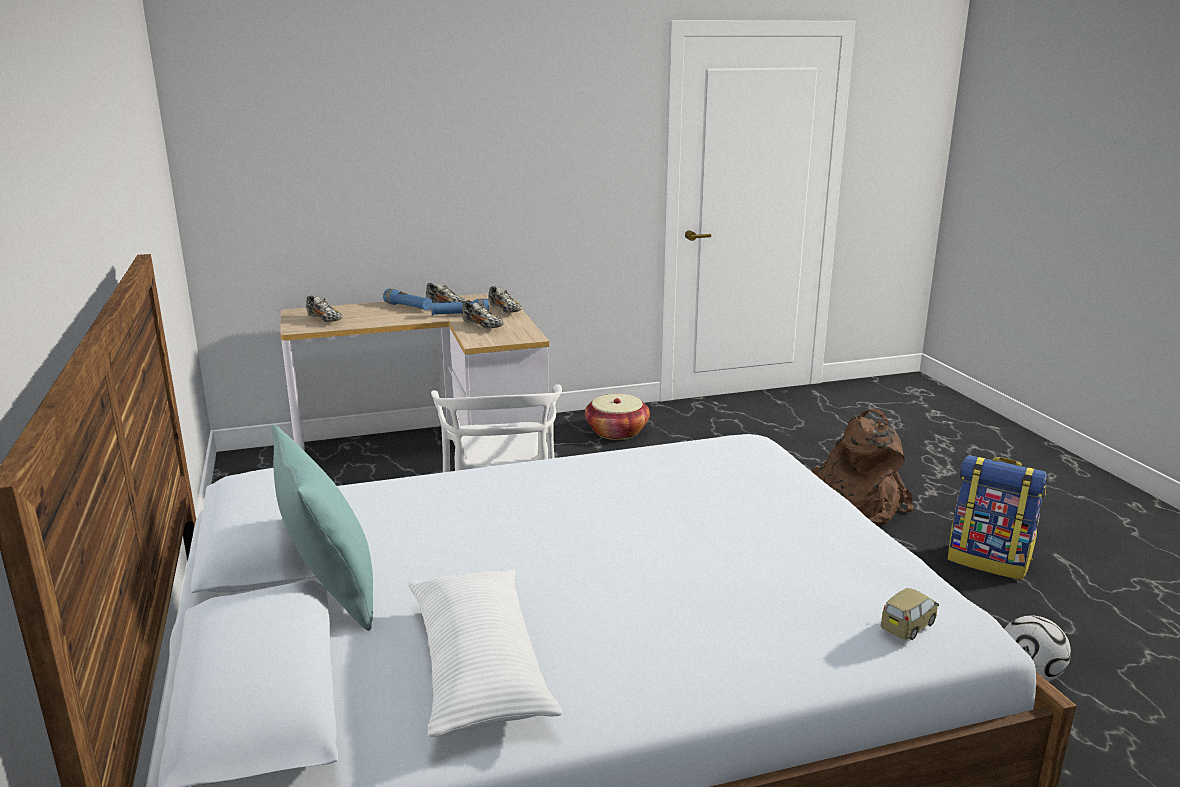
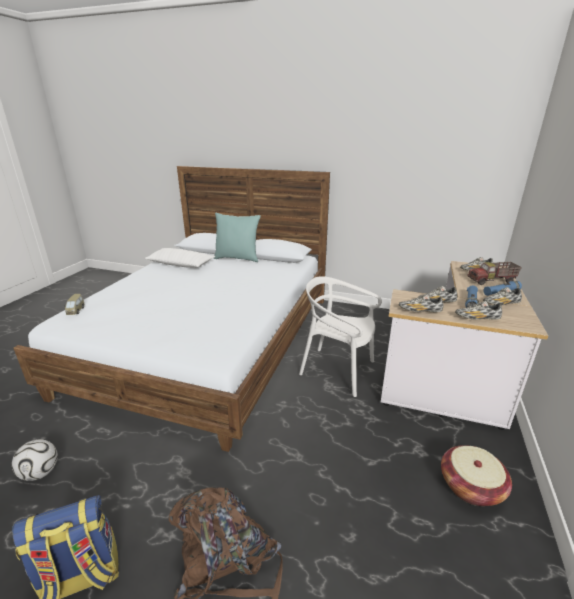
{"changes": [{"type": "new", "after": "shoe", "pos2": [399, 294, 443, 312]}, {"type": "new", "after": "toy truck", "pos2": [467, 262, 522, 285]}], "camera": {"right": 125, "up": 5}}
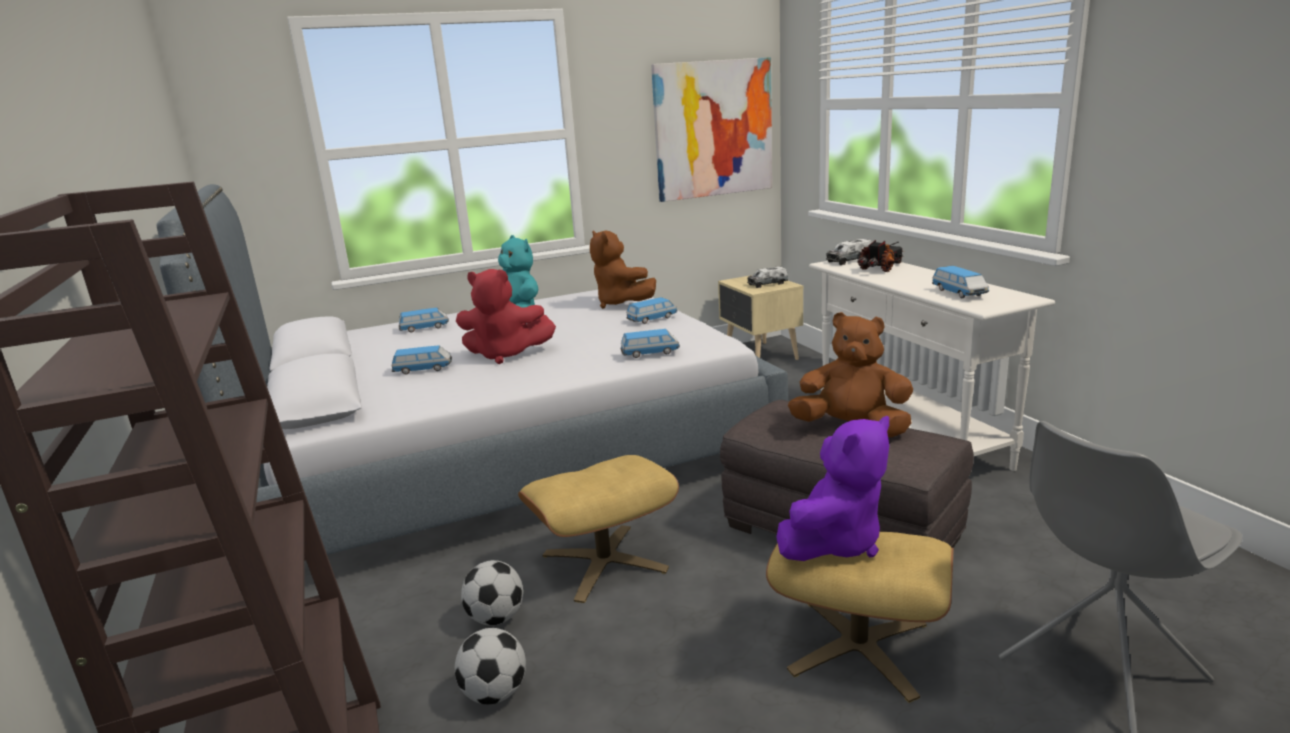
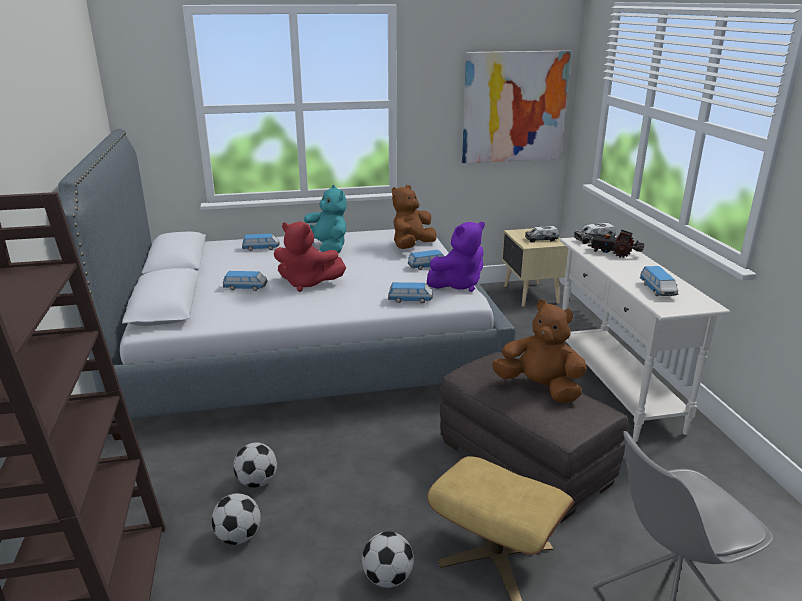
{"changes": [{"type": "gone", "before": "ottoman/beige", "pos1": [518, 455, 679, 603]}, {"type": "rotated", "before": "plush toy/brown", "pos1": [590, 230, 656, 309], "pos2": [392, 185, 437, 249], "turn": 60}, {"type": "shifted", "before": "plush toy/purple", "pos1": [776, 416, 889, 561], "pos2": [427, 222, 485, 292]}, {"type": "rotated", "before": "toy truck", "pos1": [857, 240, 904, 272], "pos2": [585, 230, 644, 258], "turn": -120}, {"type": "new", "after": "football", "pos2": [362, 532, 414, 588]}], "camera": {"right": 10, "up": 5}}
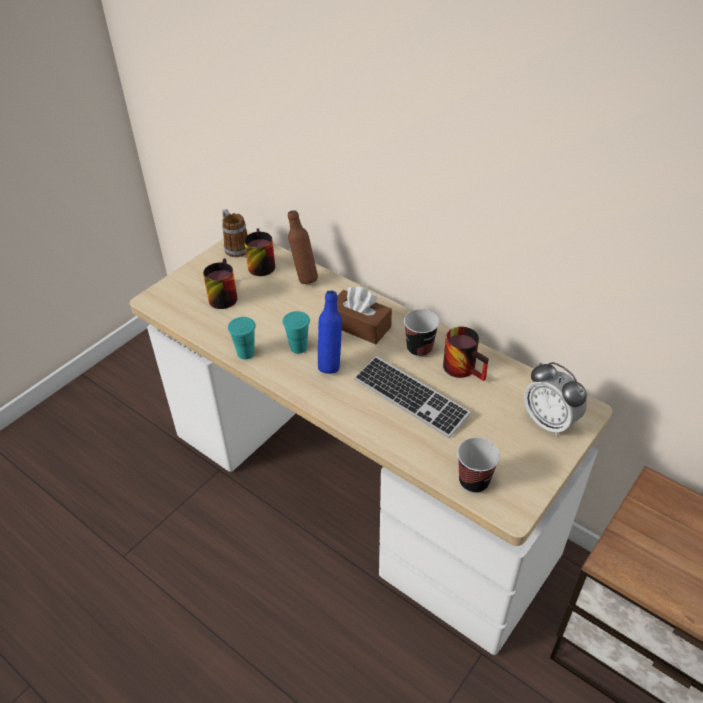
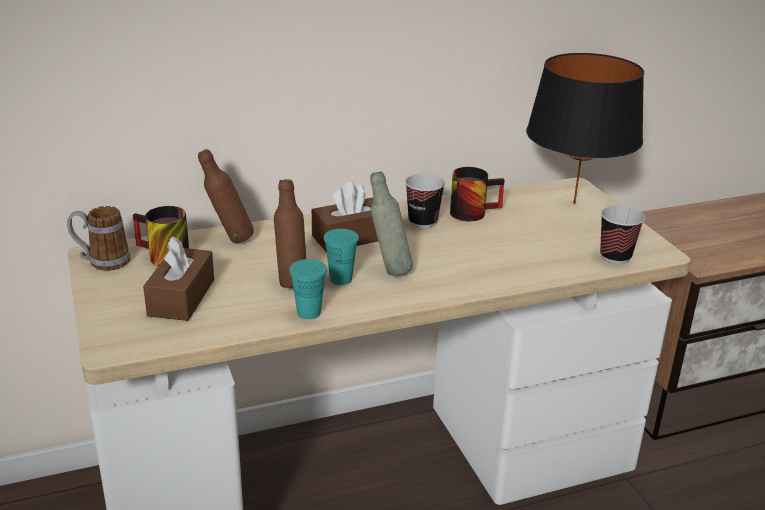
{"changes": [{"type": "swapped", "before": "mug", "after": "tissue box/brown", "pos1": [203, 258, 237, 309], "pos2": [143, 237, 214, 321]}, {"type": "repainted", "before": "bottle/blue", "after": "bottle/grey", "pos1": [318, 290, 342, 374], "pos2": [370, 172, 413, 276]}, {"type": "gone", "before": "keyboard", "pos1": [354, 356, 471, 438]}, {"type": "swapped", "before": "alarm clock", "after": "table lamp/black", "pos1": [524, 362, 587, 437], "pos2": [526, 53, 644, 204]}, {"type": "new", "after": "bottle/brown", "pos2": [274, 179, 306, 288]}], "camera": {"right": -60, "up": -15}}
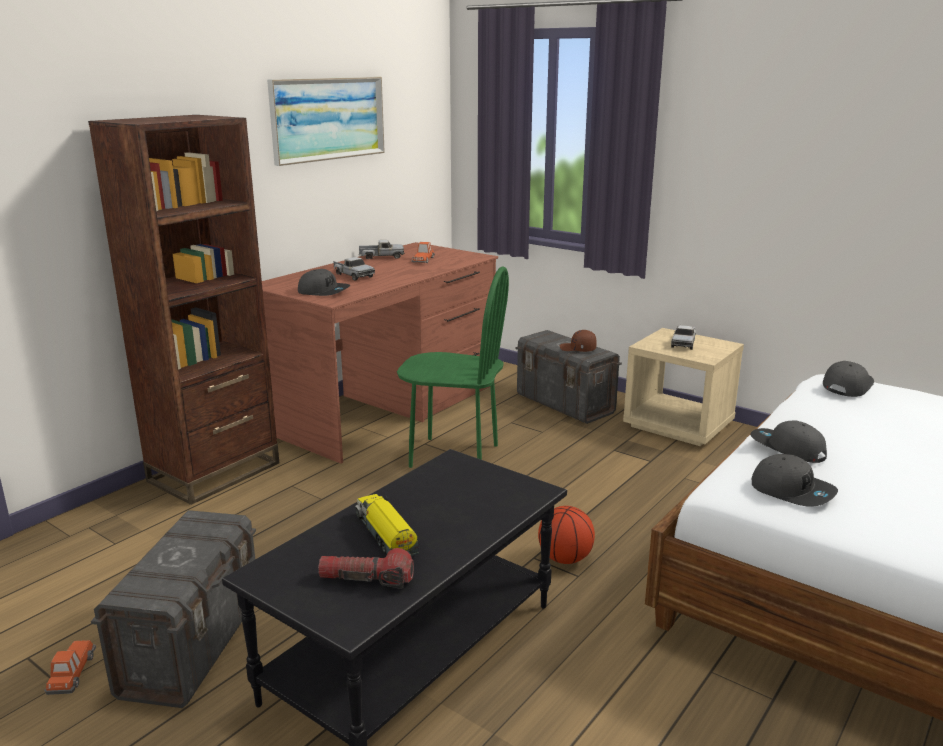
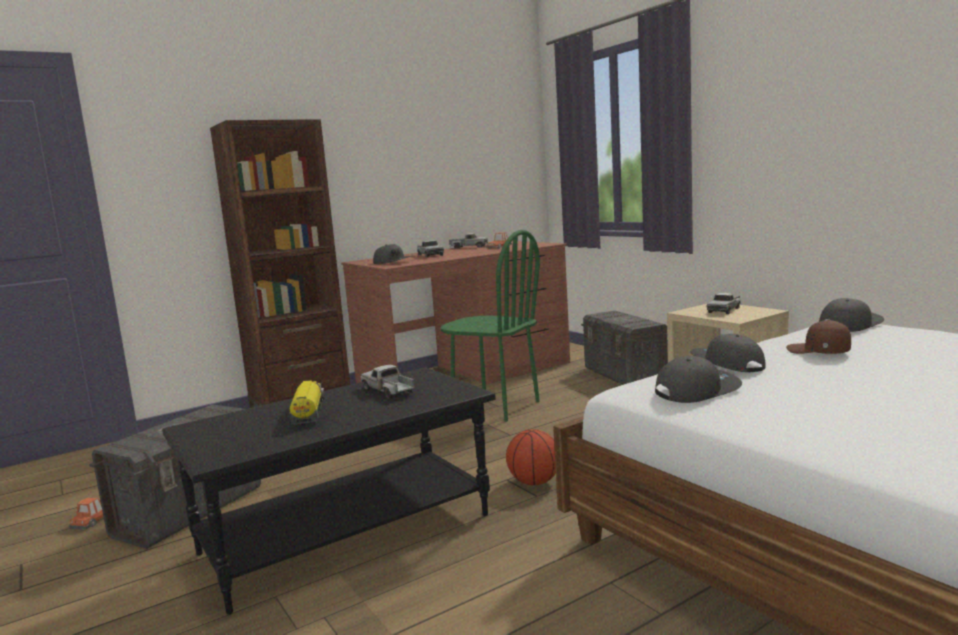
{"changes": [{"type": "gone", "before": "picture", "pos1": [267, 77, 385, 166]}, {"type": "gone", "before": "flashlight", "pos1": [318, 548, 414, 589]}, {"type": "shifted", "before": "cap/brown", "pos1": [560, 330, 597, 352], "pos2": [786, 320, 851, 354]}, {"type": "rotated", "before": "cap/grey", "pos1": [752, 454, 838, 507], "pos2": [655, 356, 742, 403], "turn": -90}, {"type": "new", "after": "toy truck", "pos2": [360, 365, 414, 398]}], "camera": {"right": 20, "up": -10}}
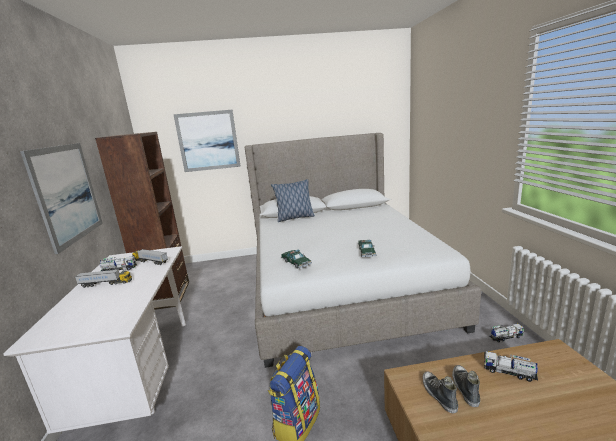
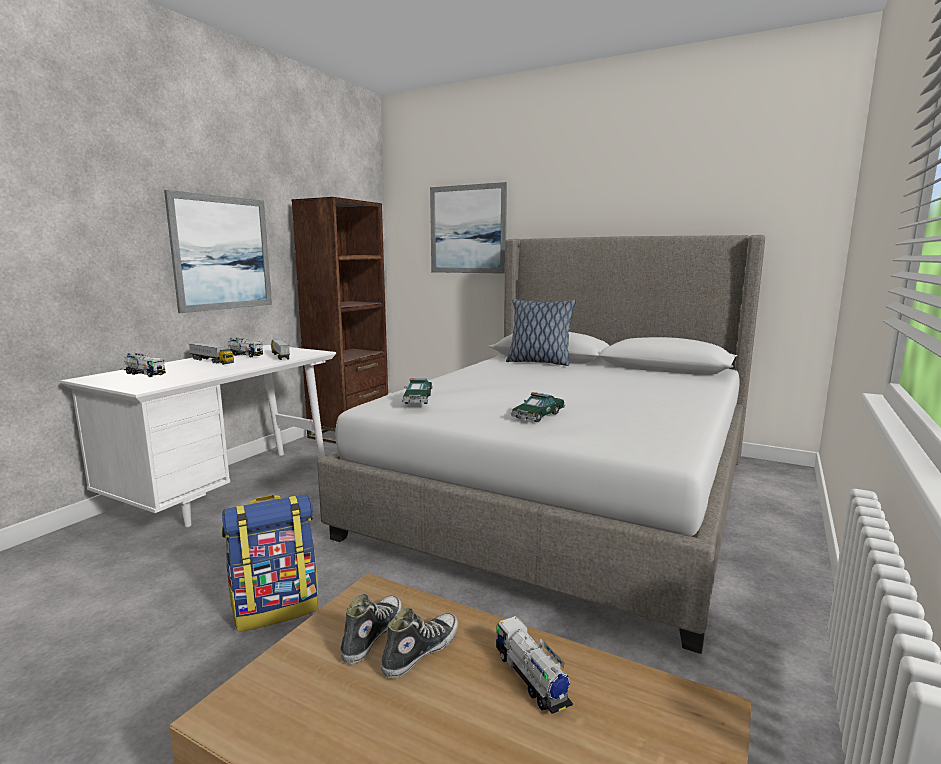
{"changes": [{"type": "shifted", "before": "toy truck", "pos1": [489, 323, 524, 342], "pos2": [124, 353, 166, 377]}], "camera": {"right": 35, "up": -5}}
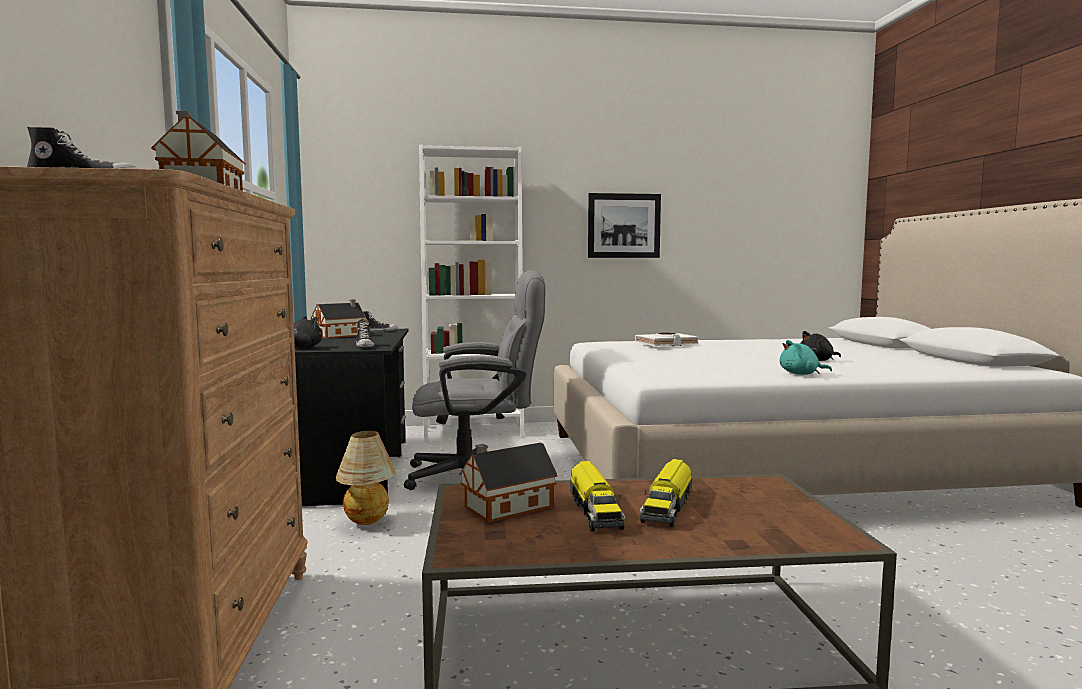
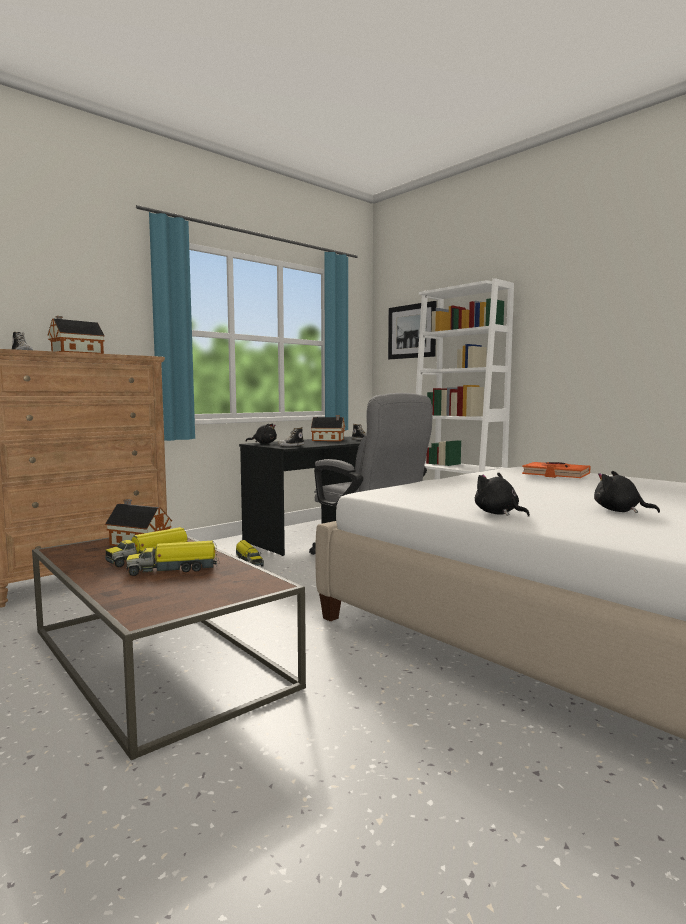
{"changes": [{"type": "swapped", "before": "table lamp", "after": "toy truck", "pos1": [336, 431, 396, 525], "pos2": [236, 540, 264, 567]}, {"type": "shifted", "before": "picture", "pos1": [588, 193, 661, 258], "pos2": [388, 301, 436, 359]}, {"type": "repainted", "before": "book/white", "after": "book/orange", "pos1": [635, 333, 699, 346], "pos2": [522, 462, 591, 478]}, {"type": "repainted", "before": "plush toy/turquoise", "after": "plush toy/black", "pos1": [780, 340, 832, 375], "pos2": [475, 472, 530, 517]}], "camera": {"right": 55, "up": 0}}
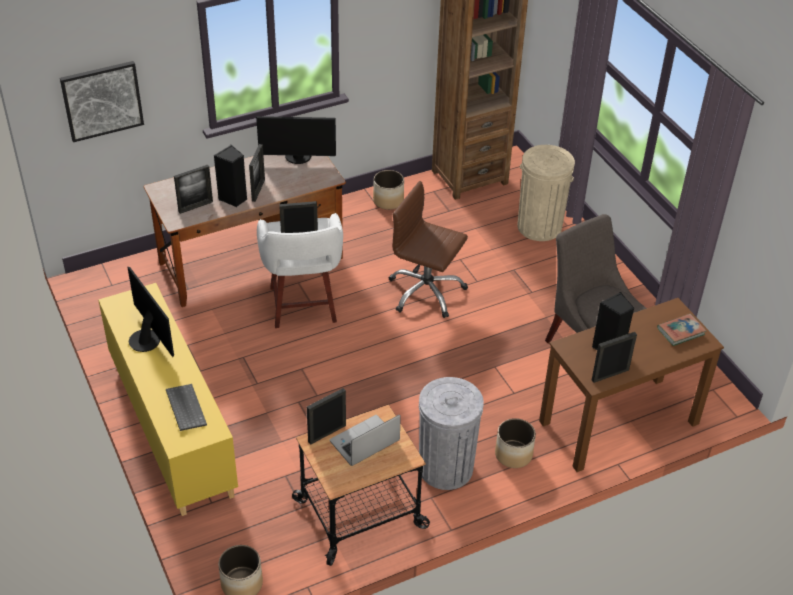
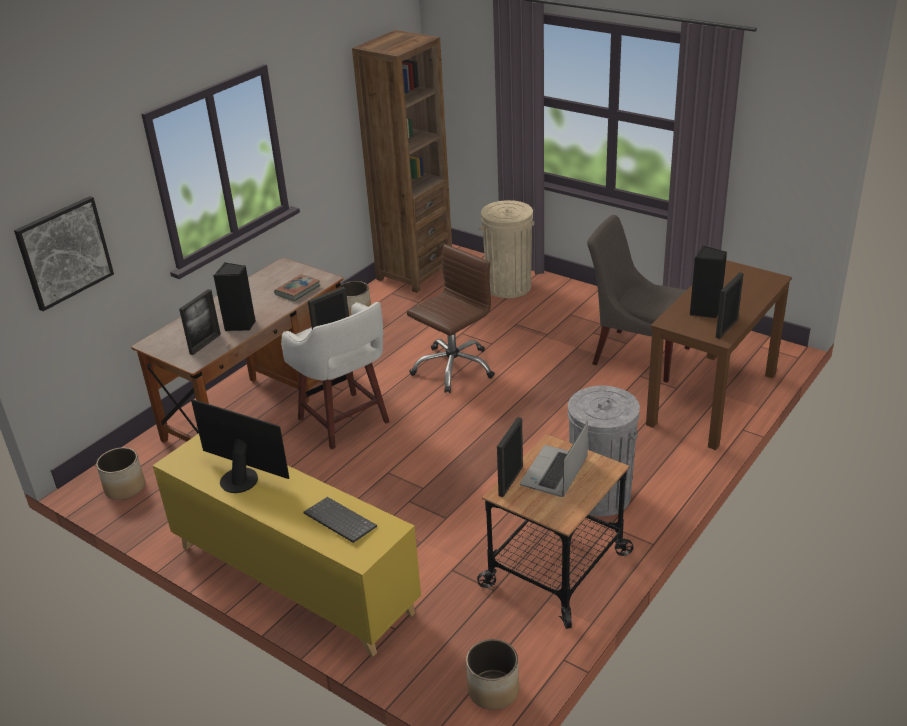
{"changes": [{"type": "gone", "before": "picture frame", "pos1": [249, 144, 265, 202]}, {"type": "gone", "before": "monitor", "pos1": [256, 116, 336, 164]}, {"type": "rotated", "before": "office chair/brown", "pos1": [389, 181, 468, 318], "pos2": [407, 244, 495, 393], "turn": 135}, {"type": "shifted", "before": "planter", "pos1": [495, 418, 536, 468], "pos2": [96, 447, 145, 500]}, {"type": "shifted", "before": "book", "pos1": [657, 314, 706, 346], "pos2": [274, 274, 320, 301]}], "camera": {"right": -25, "up": -10}}
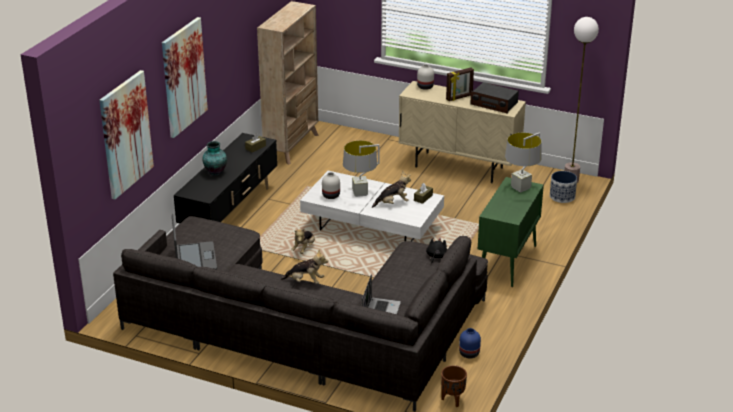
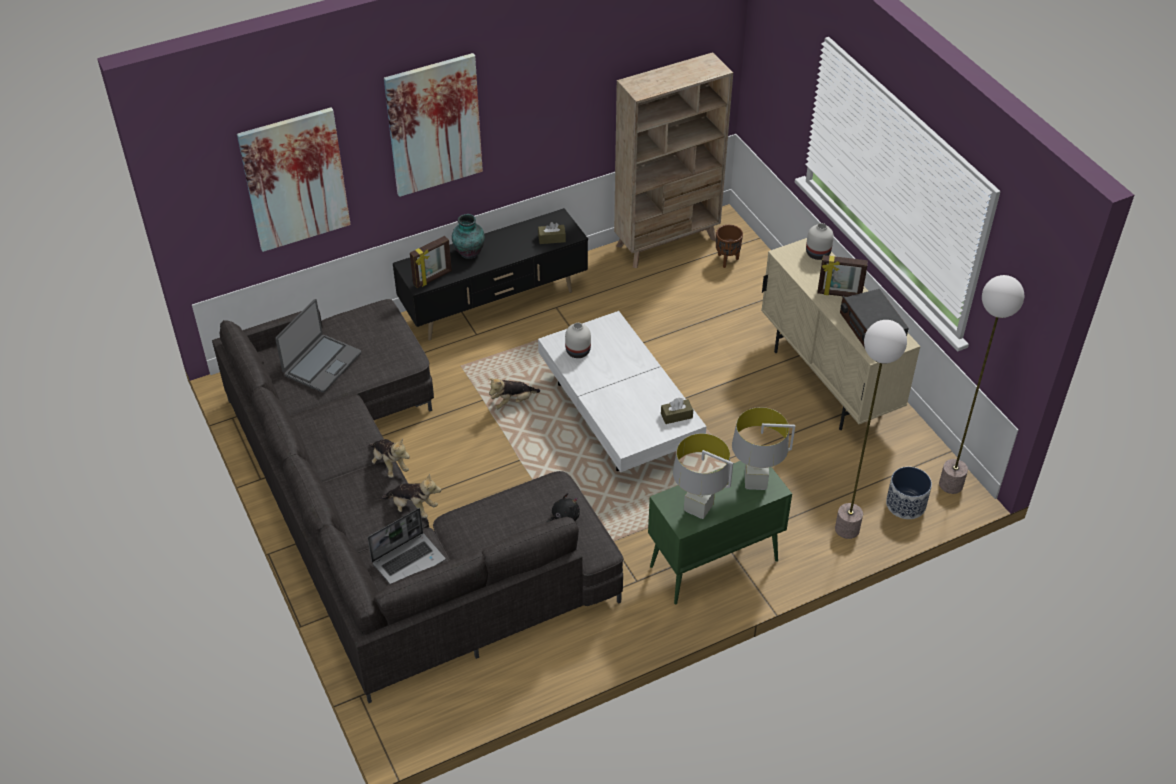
{"changes": [{"type": "shifted", "before": "table lamp/grey", "pos1": [343, 140, 379, 197], "pos2": [673, 433, 733, 519]}, {"type": "shifted", "before": "plush toy", "pos1": [372, 171, 411, 208], "pos2": [380, 473, 442, 518]}, {"type": "shifted", "before": "planter/brown", "pos1": [441, 365, 467, 407], "pos2": [716, 225, 743, 268]}, {"type": "gone", "before": "vase/blue", "pos1": [459, 328, 481, 359]}, {"type": "new", "after": "picture frame", "pos2": [410, 236, 452, 288]}, {"type": "new", "after": "floor lamp", "pos2": [835, 320, 907, 539]}], "camera": {"right": 40, "up": 15}}
